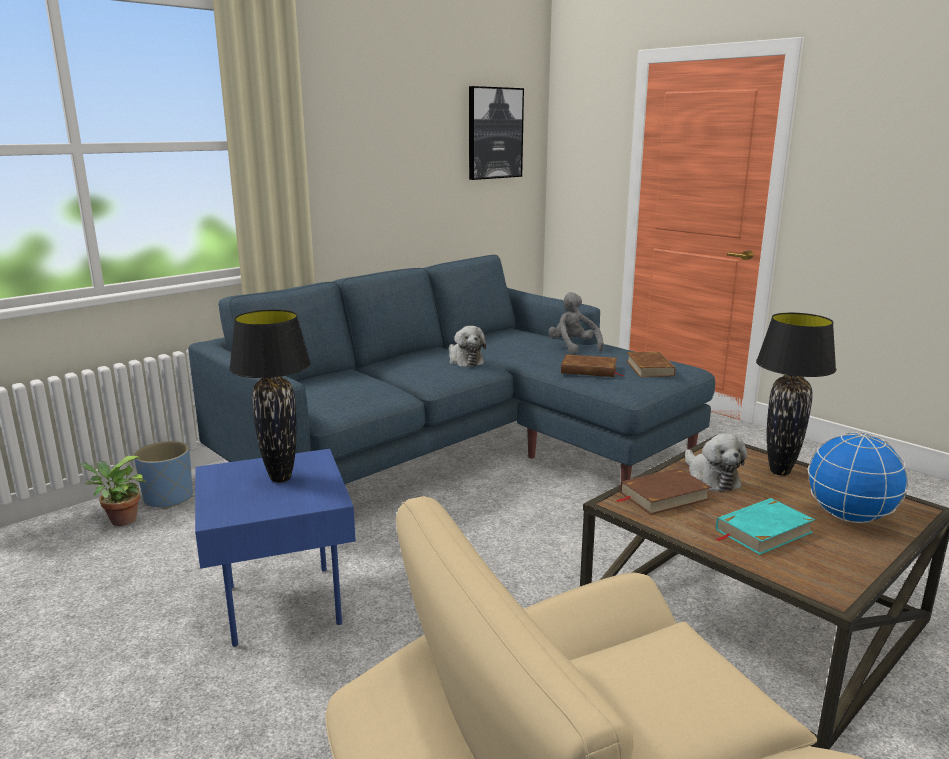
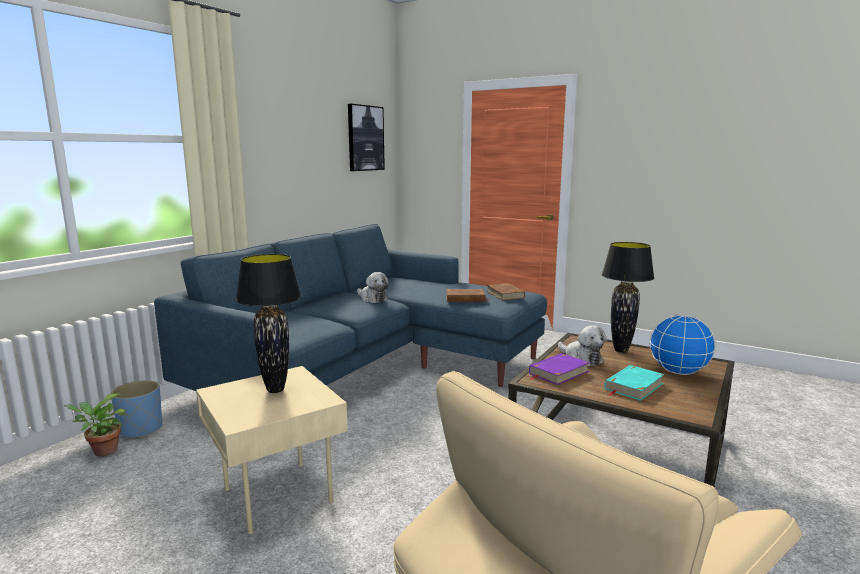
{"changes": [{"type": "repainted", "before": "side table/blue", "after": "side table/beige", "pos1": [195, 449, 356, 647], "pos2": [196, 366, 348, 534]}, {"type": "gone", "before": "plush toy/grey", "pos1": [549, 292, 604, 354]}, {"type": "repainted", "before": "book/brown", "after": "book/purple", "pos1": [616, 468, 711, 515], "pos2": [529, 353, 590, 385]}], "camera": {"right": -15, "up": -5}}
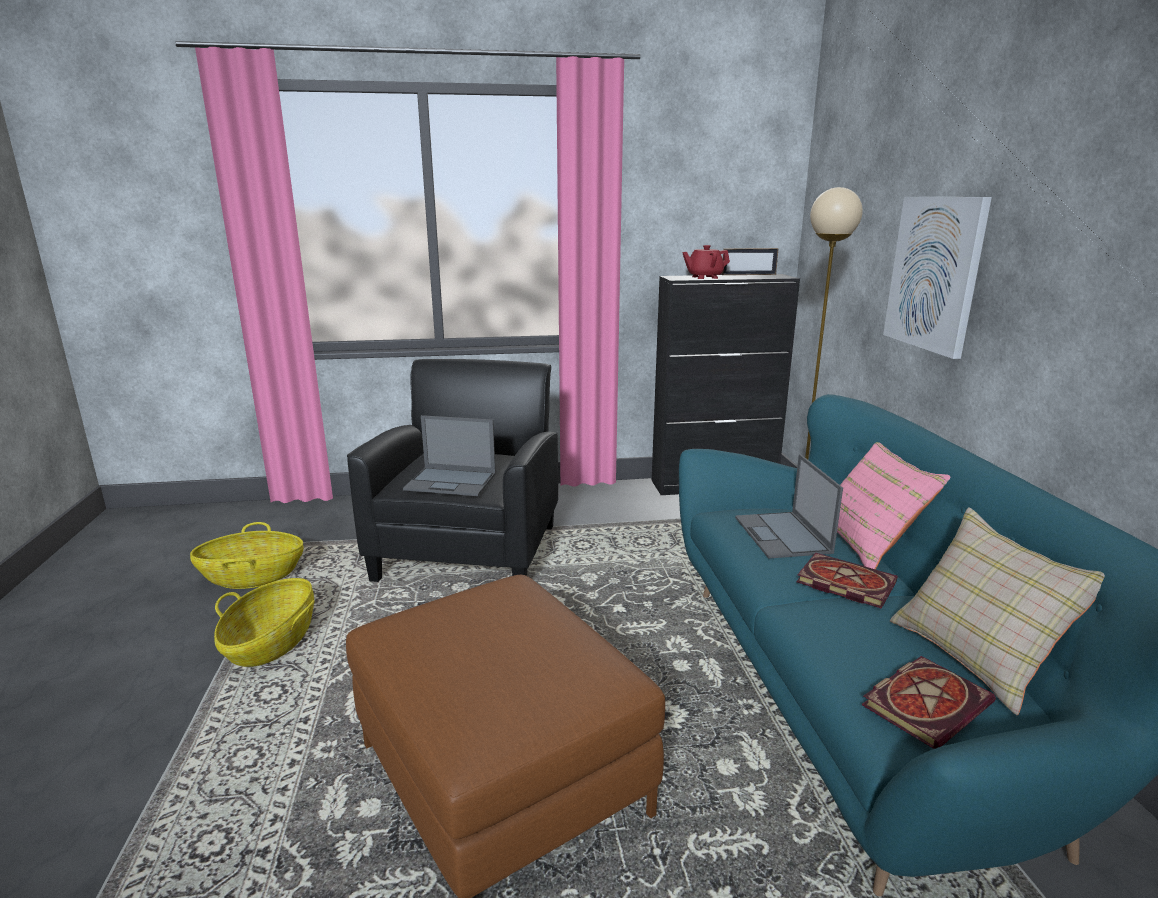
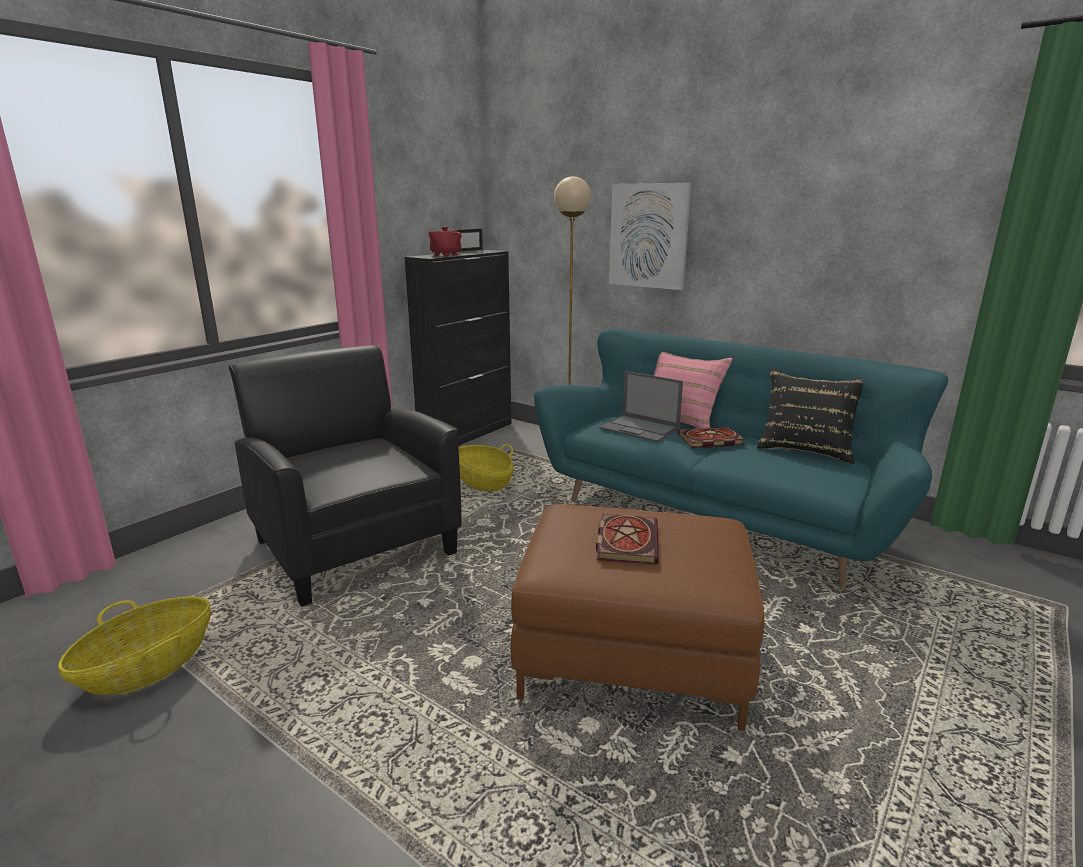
{"changes": [{"type": "shifted", "before": "basket", "pos1": [214, 578, 315, 667], "pos2": [459, 444, 514, 491]}, {"type": "gone", "before": "laptop", "pos1": [403, 415, 496, 496]}, {"type": "shifted", "before": "book", "pos1": [862, 656, 996, 749], "pos2": [596, 514, 659, 564]}, {"type": "repainted", "before": "pillow/beige", "after": "pillow/black", "pos1": [890, 507, 1105, 715], "pos2": [757, 368, 863, 464]}], "camera": {"right": -45, "up": 0}}
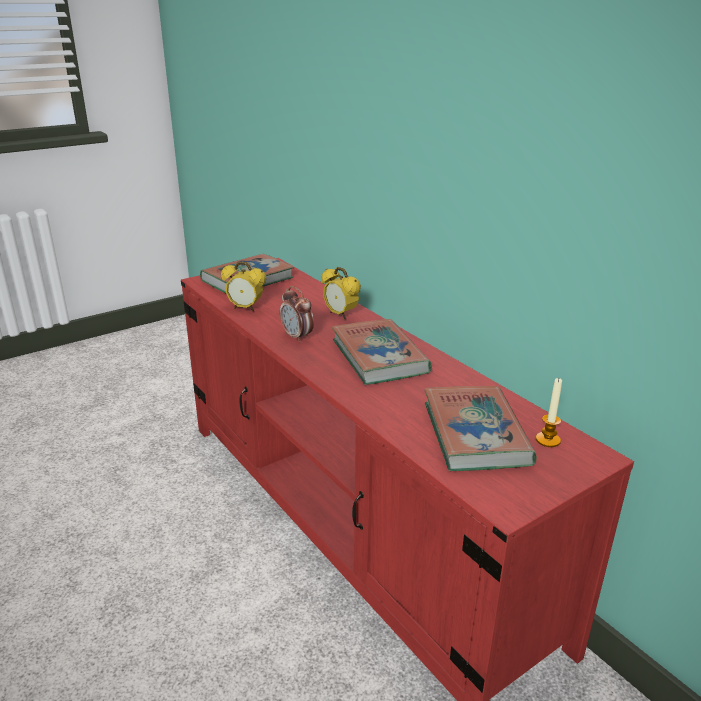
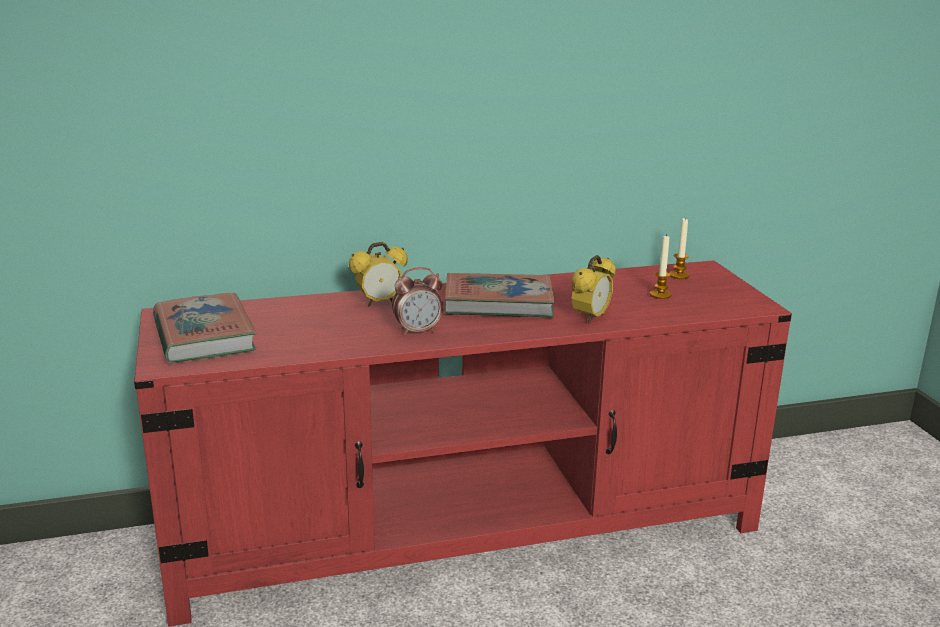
{"changes": [{"type": "shifted", "before": "alarm clock", "pos1": [221, 262, 266, 311], "pos2": [571, 255, 616, 324]}, {"type": "swapped", "before": "book", "after": "candle", "pos1": [424, 386, 537, 471], "pos2": [650, 234, 672, 299]}], "camera": {"right": -70, "up": -5}}
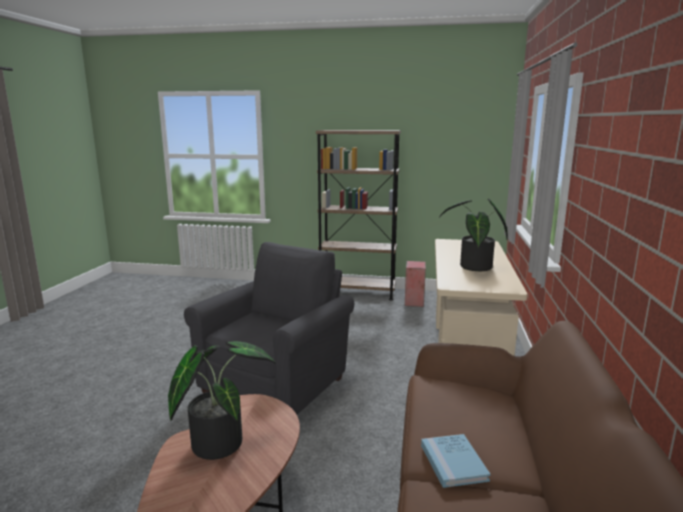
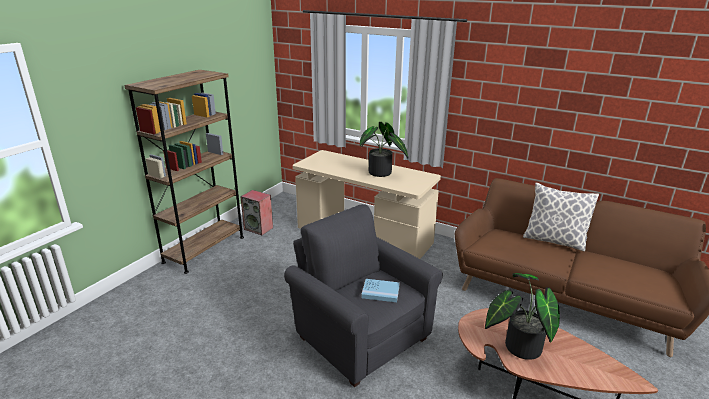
{"changes": [{"type": "shifted", "before": "book/blue", "pos1": [421, 434, 491, 488], "pos2": [361, 279, 400, 302]}, {"type": "new", "after": "pillow", "pos2": [523, 183, 599, 251]}], "camera": {"right": -70, "up": 10}}
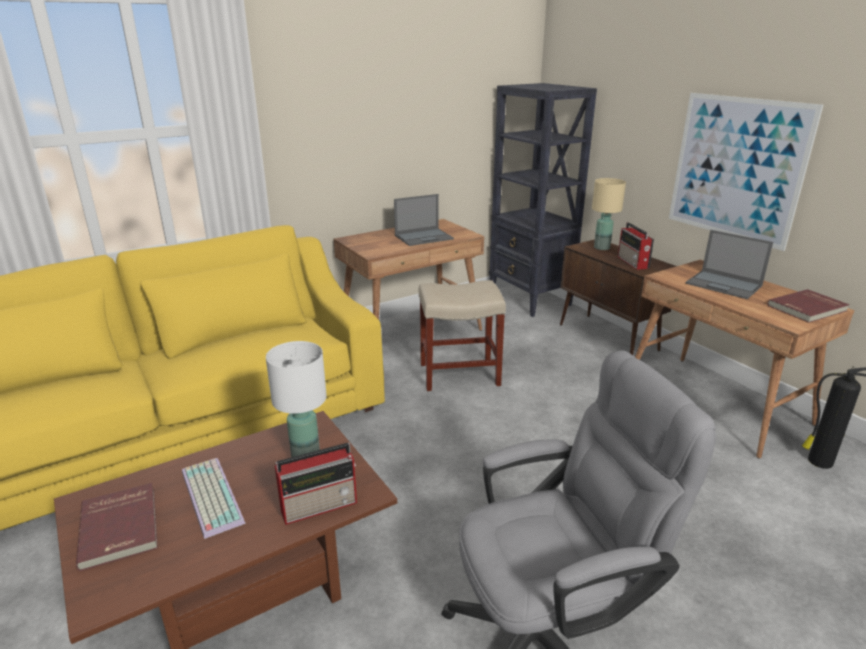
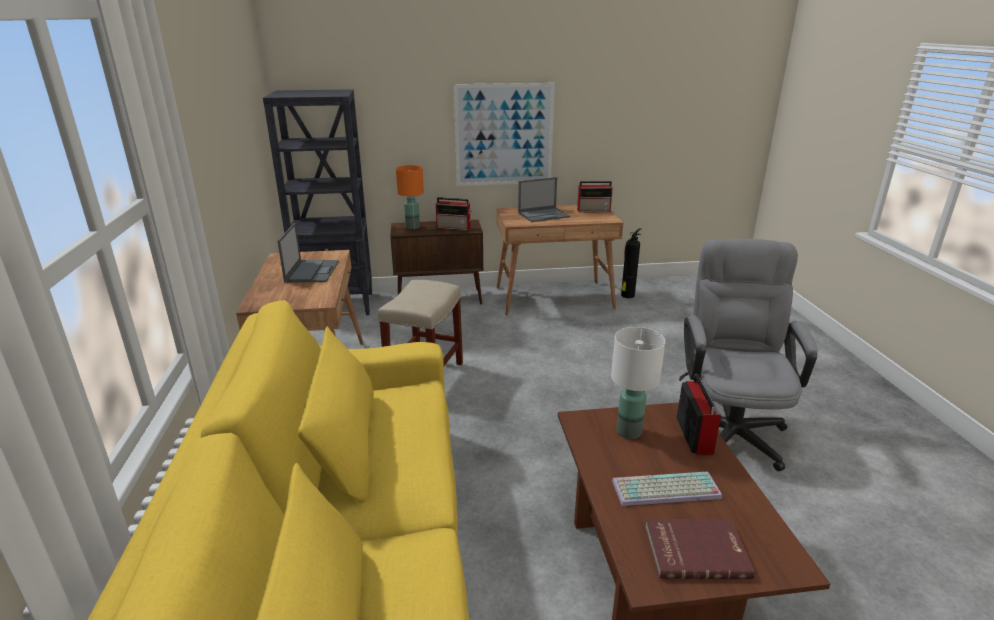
{"changes": [{"type": "repainted", "before": "table lamp/beige", "after": "table lamp/orange", "pos1": [592, 178, 626, 250], "pos2": [396, 165, 424, 229]}, {"type": "swapped", "before": "book/red", "after": "radio", "pos1": [767, 289, 850, 323], "pos2": [577, 181, 613, 212]}], "camera": {"right": -65, "up": 0}}
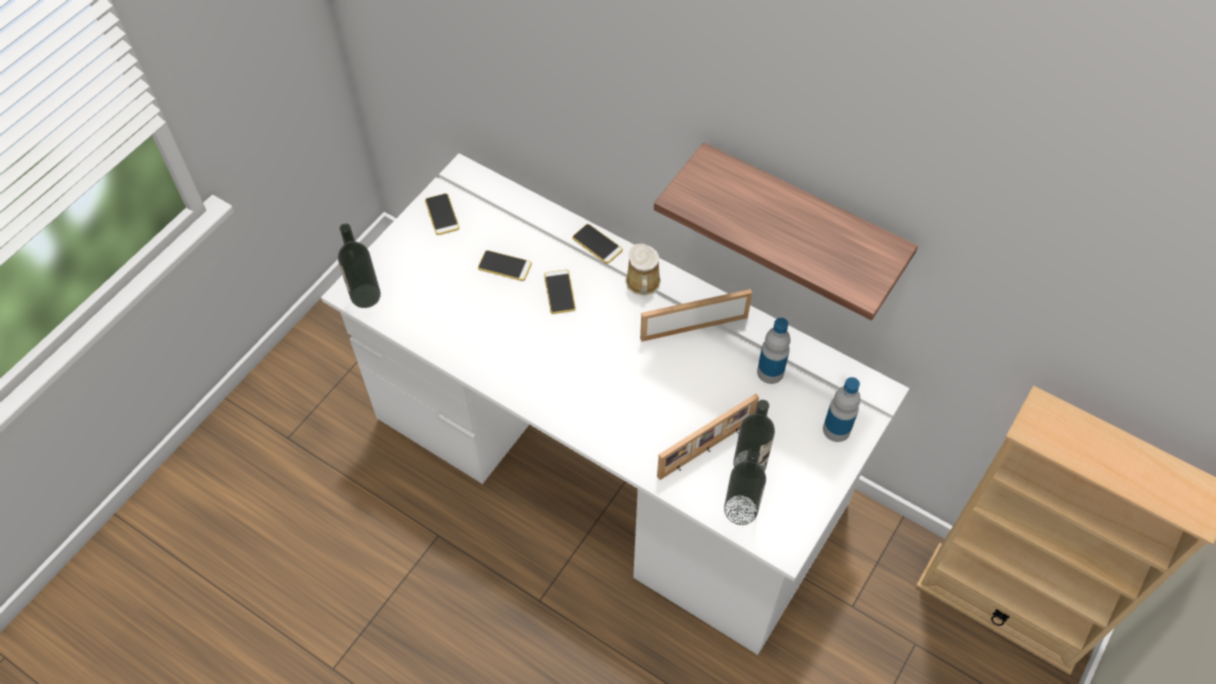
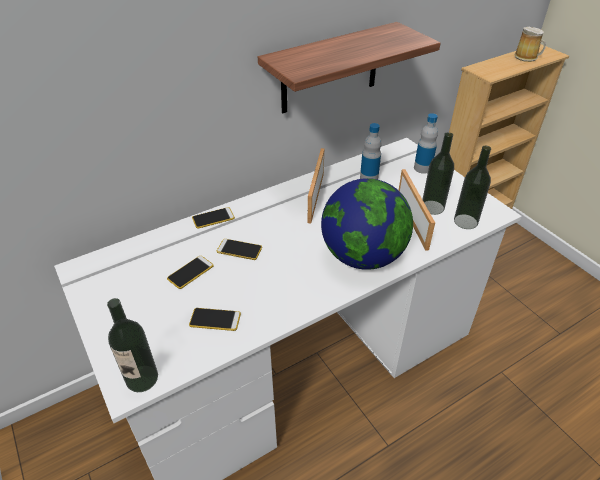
{"changes": [{"type": "shifted", "before": "phone", "pos1": [425, 193, 459, 235], "pos2": [189, 308, 241, 331]}, {"type": "shifted", "before": "mug", "pos1": [625, 244, 661, 296], "pos2": [514, 27, 546, 62]}, {"type": "new", "after": "globe", "pos2": [321, 178, 413, 270]}], "camera": {"right": -65, "up": -15}}
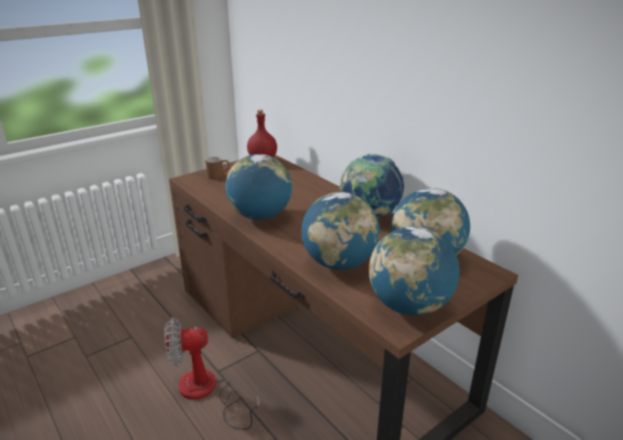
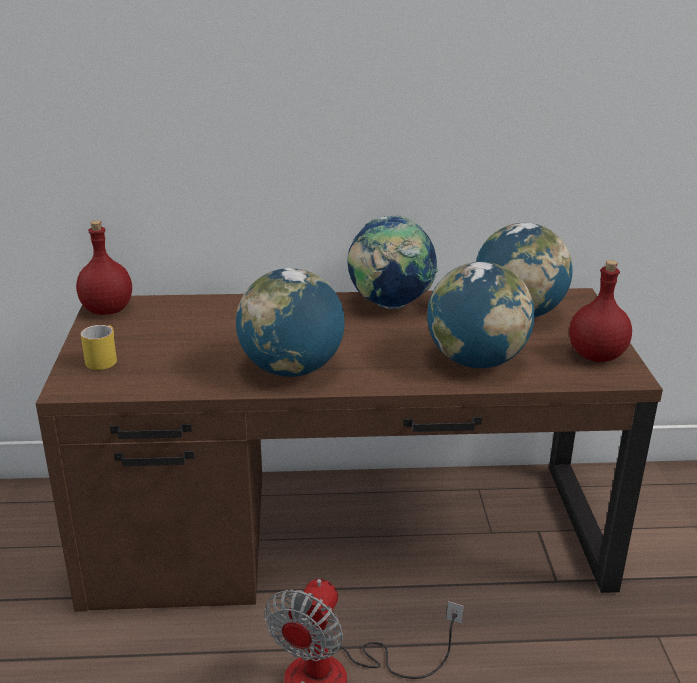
{"changes": [{"type": "repainted", "before": "mug/brown", "after": "mug/yellow", "pos1": [205, 157, 230, 180], "pos2": [81, 325, 117, 370]}, {"type": "swapped", "before": "globe", "after": "bottle/red", "pos1": [369, 226, 460, 316], "pos2": [569, 260, 632, 362]}], "camera": {"right": -55, "up": 0}}
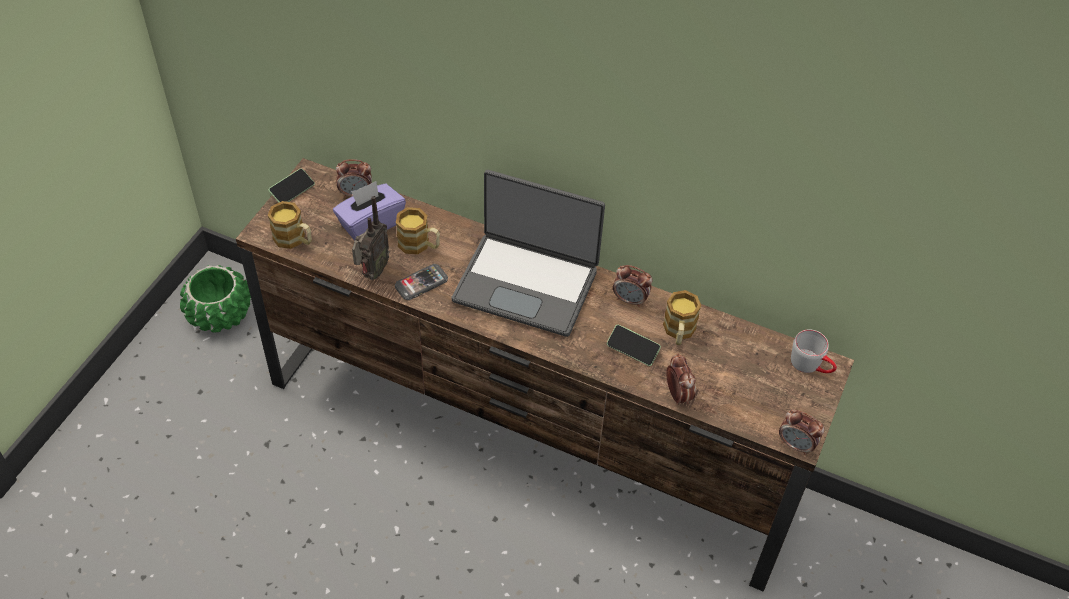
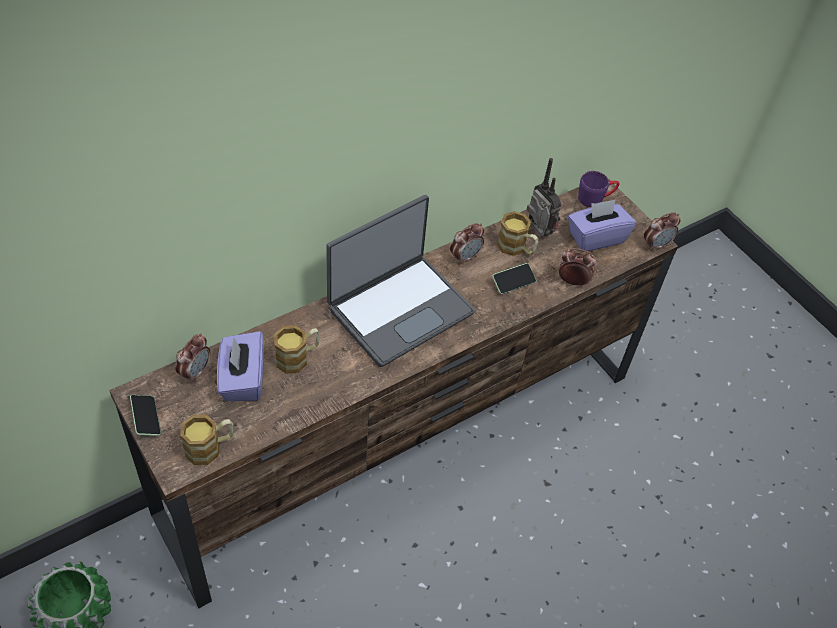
{"changes": [{"type": "shifted", "before": "radio", "pos1": [352, 196, 390, 280], "pos2": [526, 158, 561, 237]}, {"type": "gone", "before": "phone", "pos1": [395, 264, 448, 300]}, {"type": "repainted", "before": "mug/grey", "after": "mug/purple", "pos1": [791, 329, 837, 373], "pos2": [578, 171, 619, 207]}, {"type": "new", "after": "tissue box/purple", "pos2": [568, 200, 636, 252]}], "camera": {"right": -60, "up": 0}}
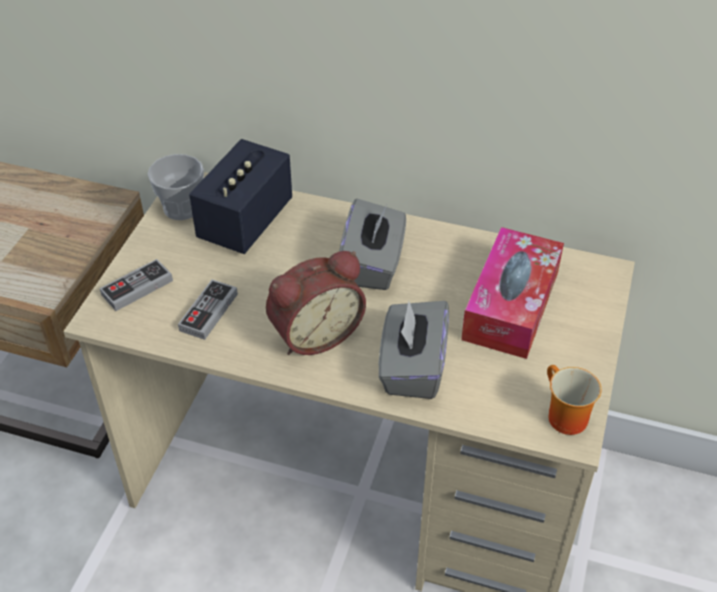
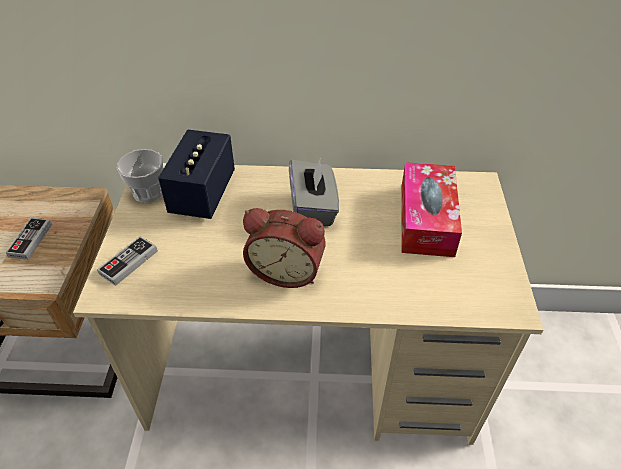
{"changes": [{"type": "shifted", "before": "game controller", "pos1": [178, 280, 238, 340], "pos2": [5, 217, 52, 260]}, {"type": "rotated", "before": "alarm clock", "pos1": [266, 251, 366, 355], "pos2": [243, 208, 326, 288], "turn": 60}, {"type": "gone", "before": "tissue box/grey", "pos1": [379, 301, 449, 399]}, {"type": "gone", "before": "mug", "pos1": [547, 365, 601, 435]}], "camera": {"right": -15, "up": 0}}
